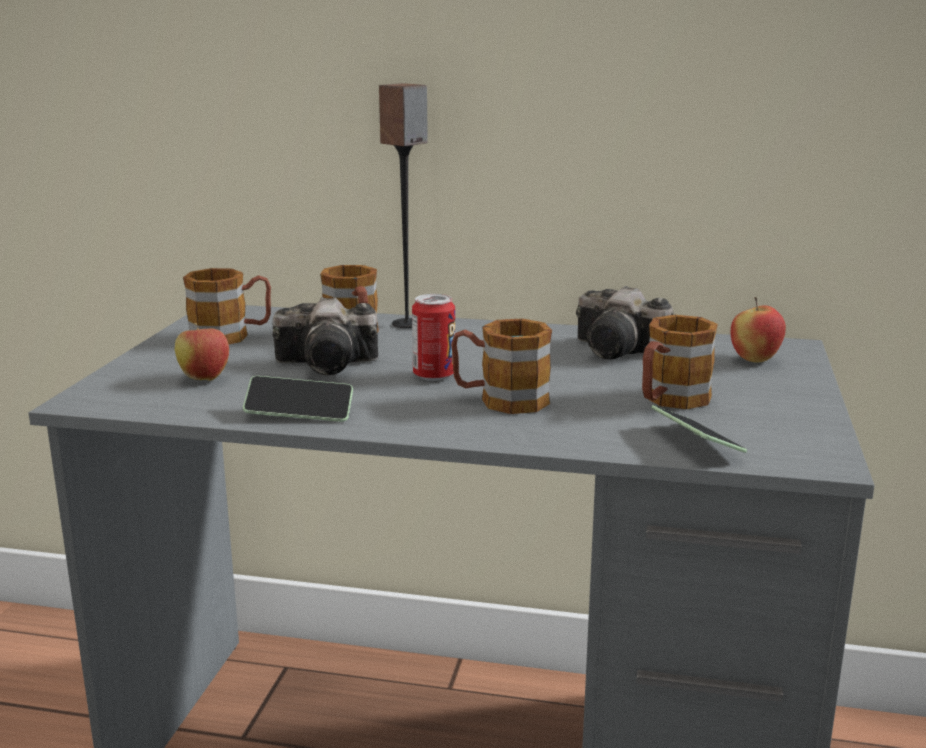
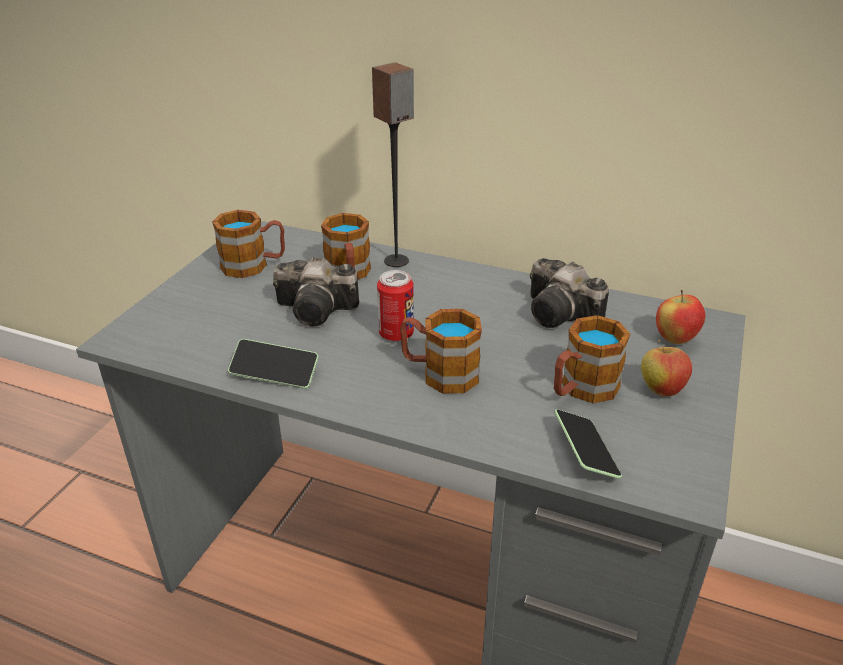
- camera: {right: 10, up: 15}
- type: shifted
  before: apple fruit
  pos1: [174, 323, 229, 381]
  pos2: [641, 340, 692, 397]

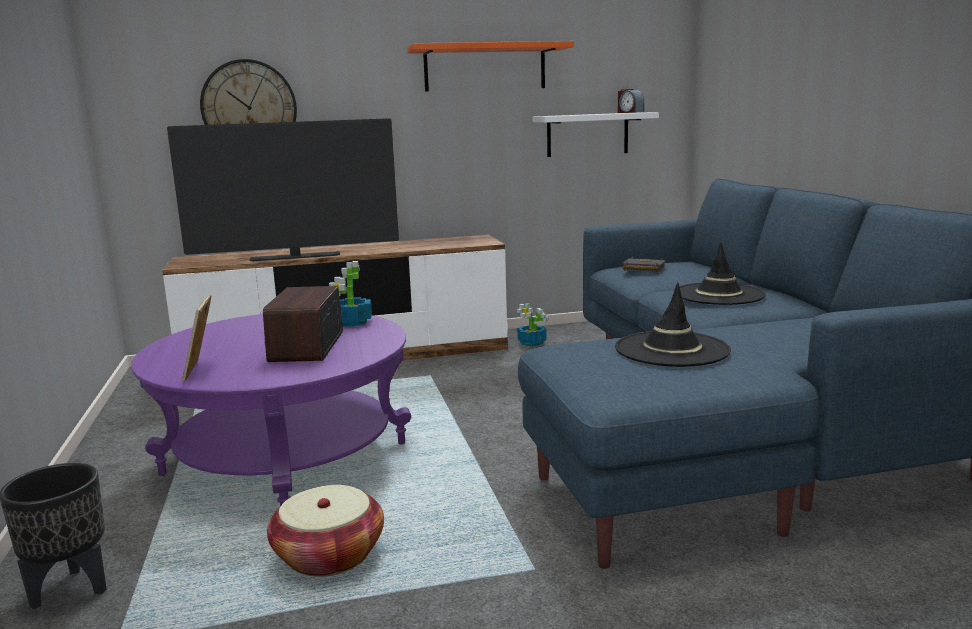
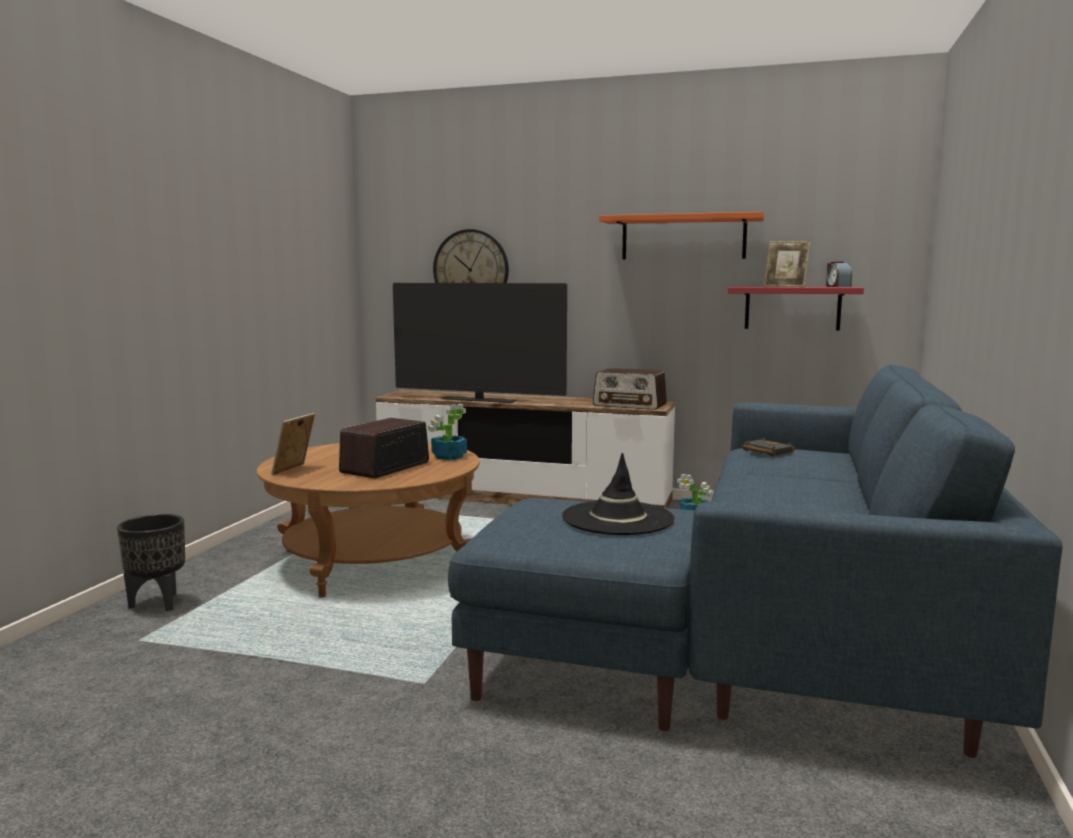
- camera: {right: 30, up: -5}
- type: repainted
  before: bracket shelf (white-coloured)
  after: bracket shelf (red-coloured)
  pos1: [533, 112, 659, 157]
  pos2: [728, 287, 864, 330]
- type: gone
  before: wearable hat (black-coloured)
  pos1: [673, 242, 766, 305]
- type: repainted
  before: lounge table (purplish)
  after: lounge table (brownish)
  pos1: [131, 314, 411, 506]
  pos2: [257, 442, 480, 598]
- type: gone
  before: storage basket
  pos1: [267, 485, 384, 577]
- type: new
  after: picture frame
  pos2: [764, 241, 811, 287]
- type: new
  after: radio set
  pos2: [593, 368, 667, 410]

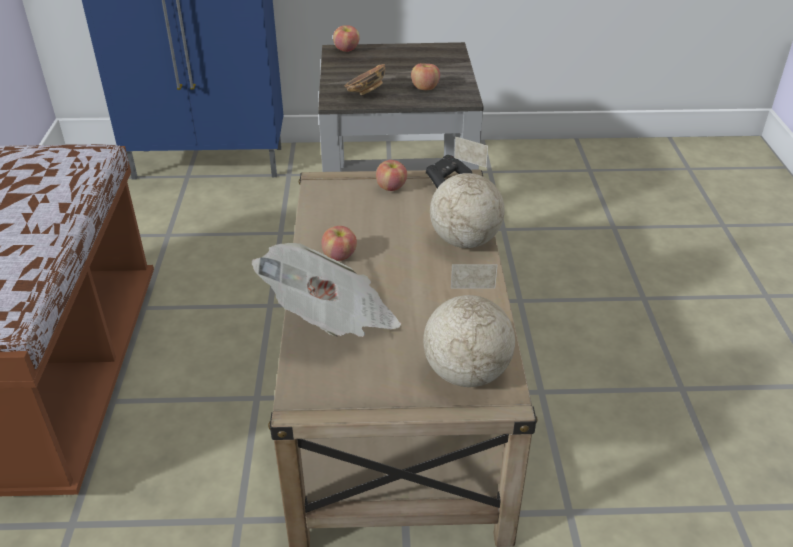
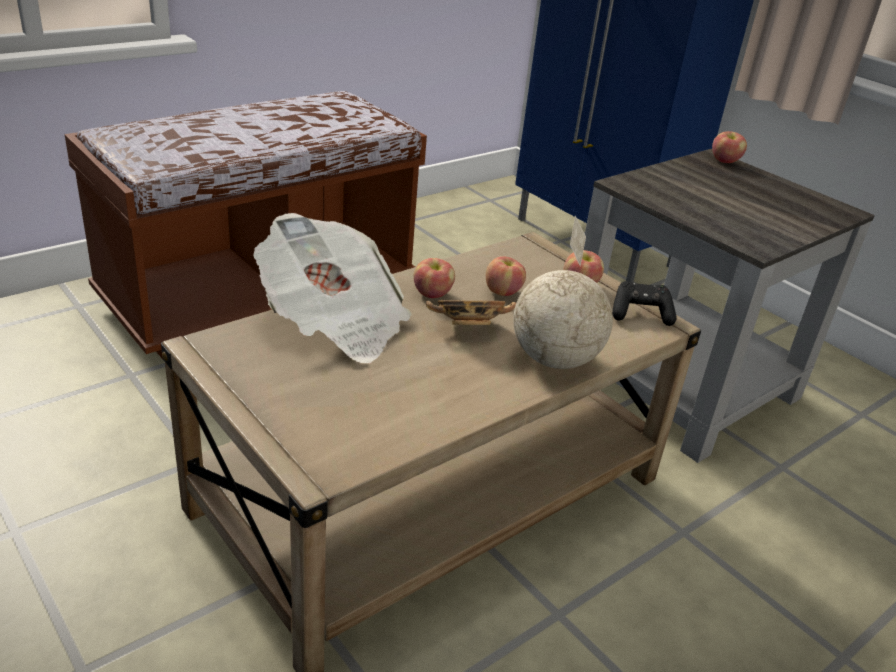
- camera: {right: 50, up: -5}
- type: shifted
  before: apple fruit
  pos1: [411, 63, 440, 90]
  pos2: [486, 256, 526, 296]
- type: shifted
  before: deep dish
  pos1: [345, 64, 385, 95]
  pos2: [426, 300, 516, 325]
- type: gone
  before: desk globe
  pos1: [423, 264, 515, 387]

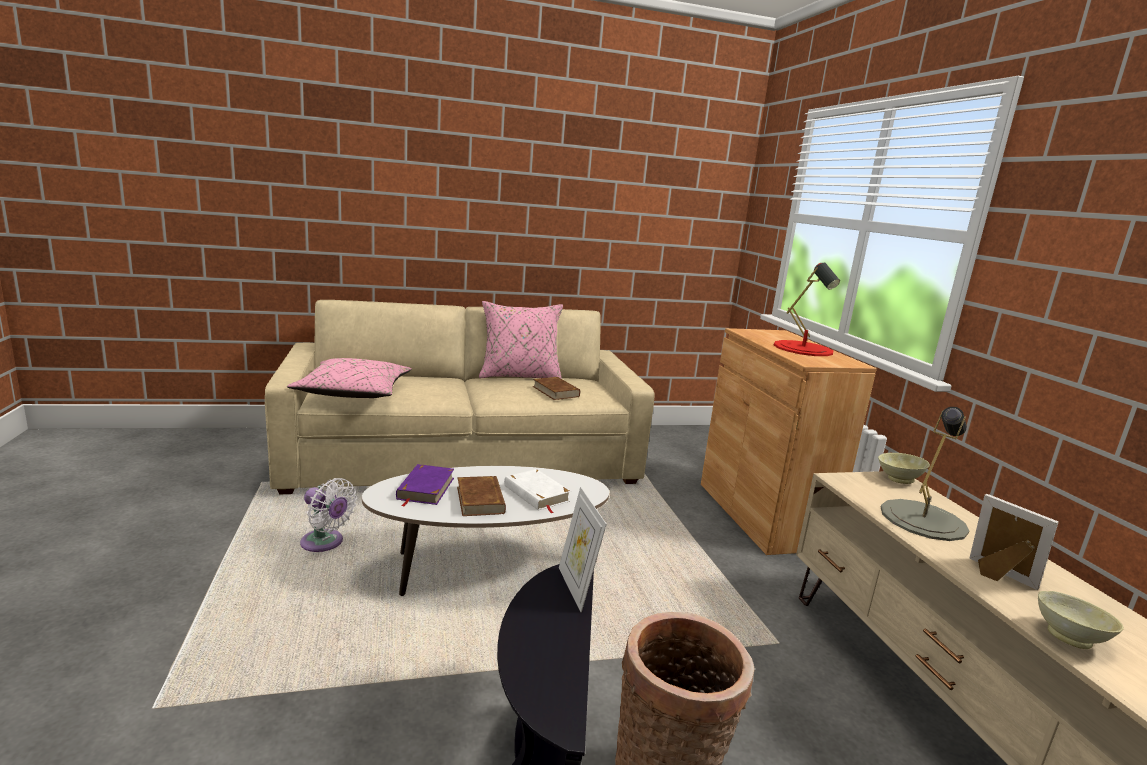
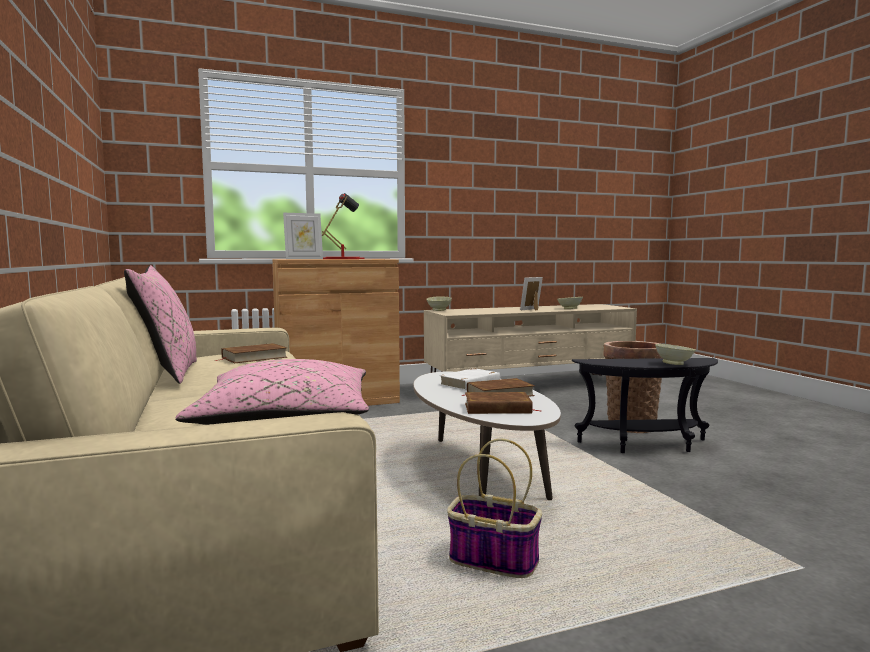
- camera: {right: -95, up: -10}
- type: gone
  before: lamp for a table (gray)
  pos1: [881, 407, 969, 541]
- type: repainted
  before: volume (purplish)
  after: volume (brownish)
  pos1: [396, 464, 454, 507]
  pos2: [465, 392, 542, 414]
- type: swapped
  before: electric fan (white-coloured)
  after: storage basket
  pos1: [300, 478, 357, 552]
  pos2: [447, 439, 542, 578]
- type: shifted
  before: picture frame
  pos1: [559, 487, 607, 612]
  pos2: [283, 213, 323, 259]
- type: new
  after: deep dish (sand-coloured)
  pos2: [655, 344, 696, 365]

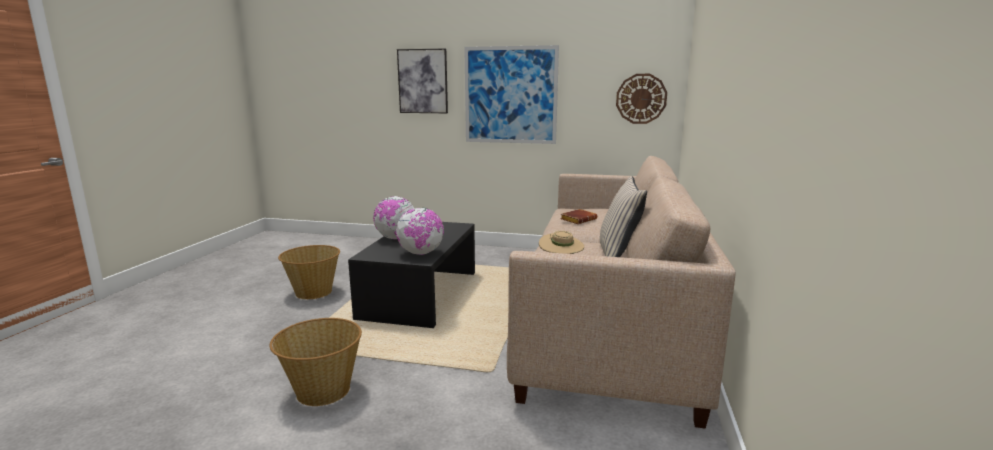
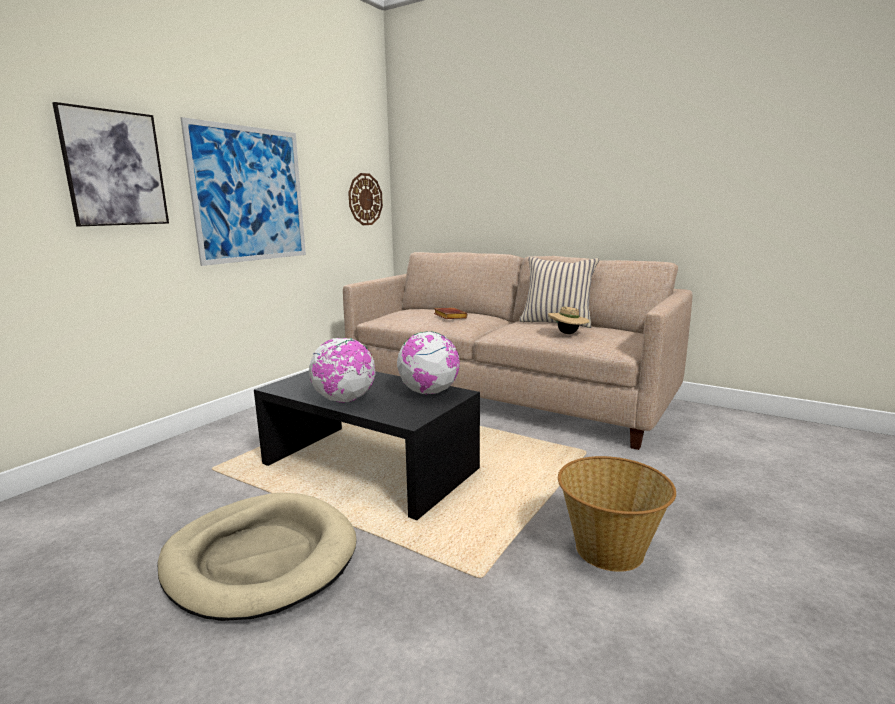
- camera: {right: -70, up: 0}
- type: swapped
  before: storage basket
  after: dog bed (sand-coloured)
  pos1: [278, 245, 340, 299]
  pos2: [157, 493, 356, 621]

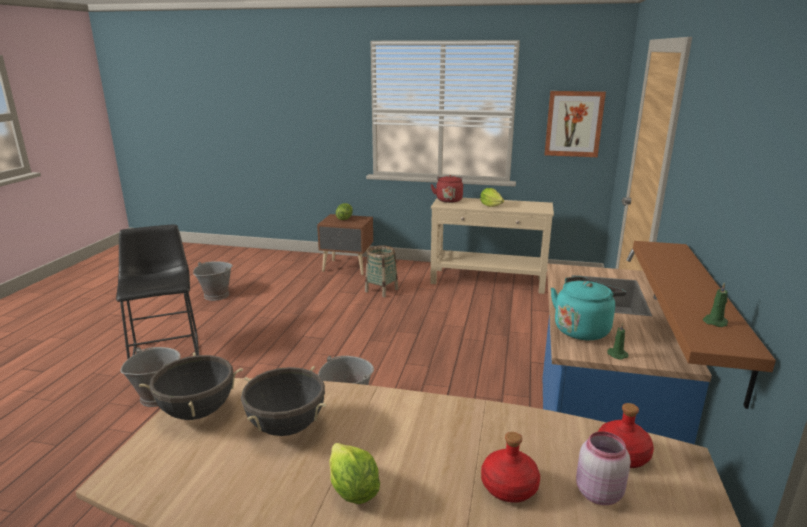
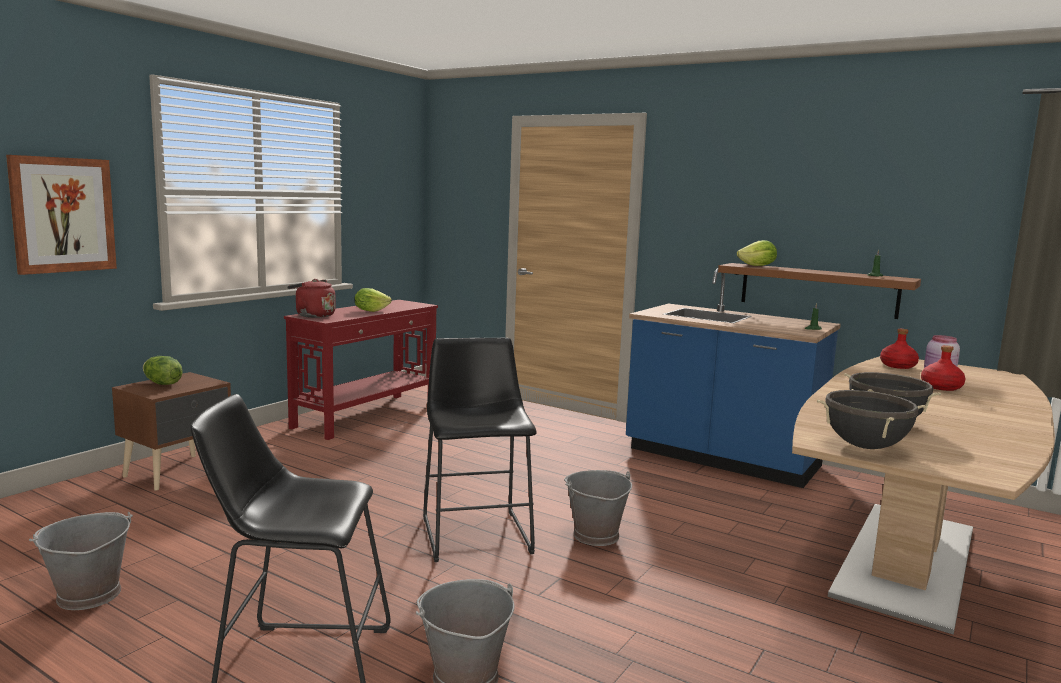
- camera: {right: -70, up: -10}
- type: shifted
  before: wall art
  pos1: [544, 91, 606, 157]
  pos2: [6, 155, 117, 275]
- type: repainted
  before: console table (sand-coloured)
  after: console table (red-coloured)
  pos1: [430, 198, 554, 294]
  pos2: [284, 300, 438, 440]
- type: gone
  before: storage basket
  pos1: [365, 245, 398, 297]
- type: gone
  before: kettle (turquoise)
  pos1: [551, 276, 626, 340]
- type: shifted
  before: lettuce head
  pos1: [329, 443, 380, 504]
  pos2: [737, 240, 777, 266]
- type: new
  after: stool seat (black-coloured)
  pos2: [423, 338, 537, 562]

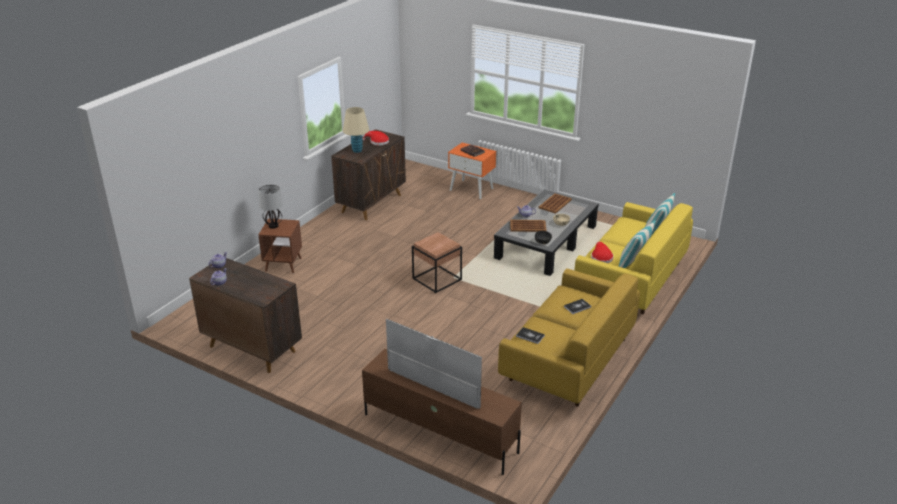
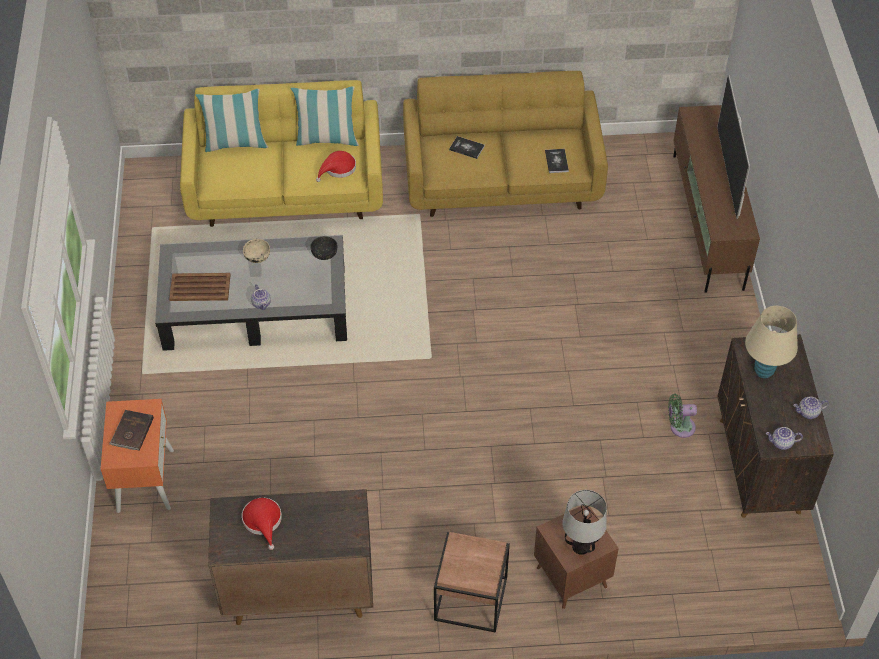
- camera: {right: -125, up: 20}
- type: shifted
  before: lamp for a table (sand-coloured)
  pos1: [343, 107, 369, 153]
  pos2: [745, 306, 798, 378]
- type: gone
  before: serving tray (brownish)
  pos1: [510, 220, 547, 232]
- type: shifted
  before: accent table (brownish)
  pos1: [412, 232, 462, 293]
  pos2: [434, 532, 510, 633]
- type: new
  after: electric fan (green-coloured)
  pos2: [668, 394, 697, 438]

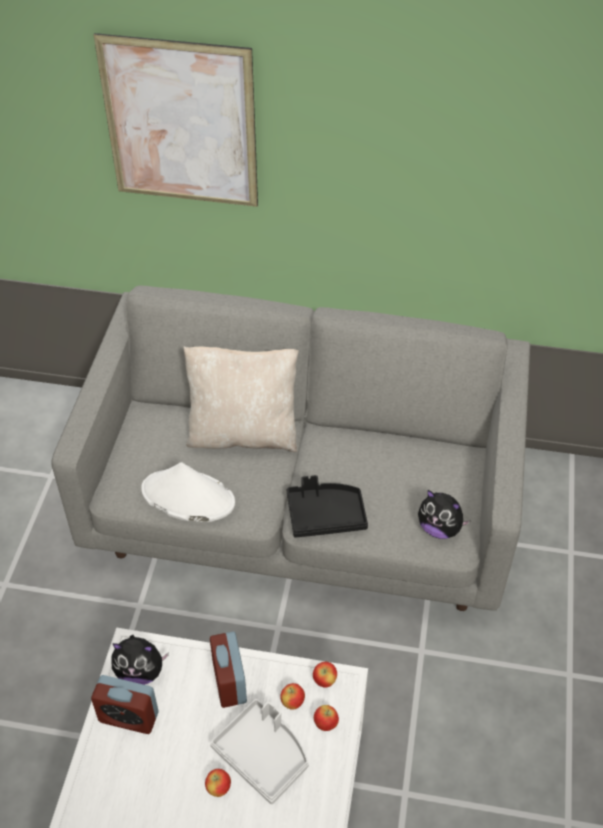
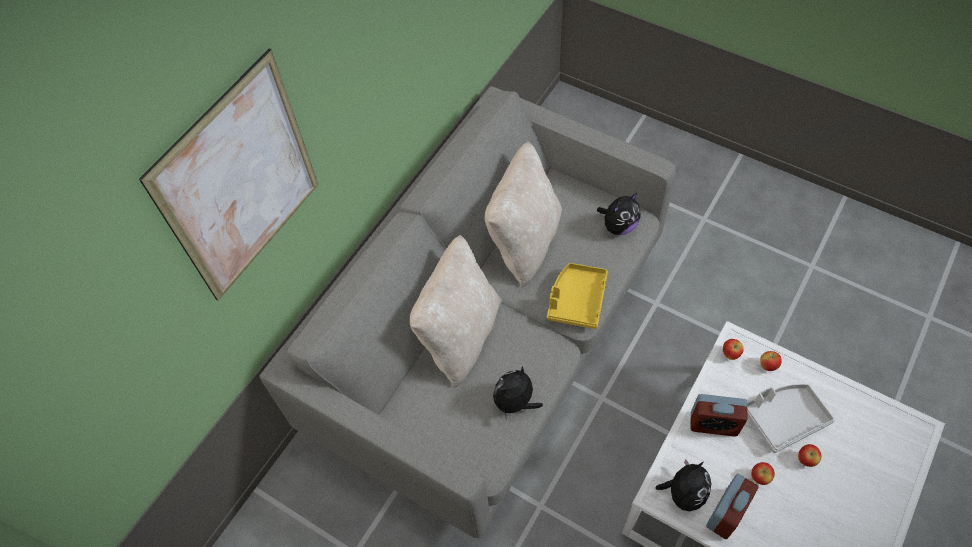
- camera: {right: -65, up: 10}
- type: swapped
  before: wearable hat (white-coloured)
  after: plush toy
  pos1: [141, 462, 235, 522]
  pos2: [493, 366, 543, 420]
- type: repainted
  before: serving tray (black-coloured)
  after: serving tray (yellow-coloured)
  pos1: [286, 475, 368, 538]
  pos2: [547, 263, 608, 329]
- type: shifted
  before: apple fruit
  pos1: [280, 683, 305, 710]
  pos2: [751, 462, 775, 485]
- type: new
  after: pillow (sand-coloured)
  pos2: [485, 141, 563, 288]

